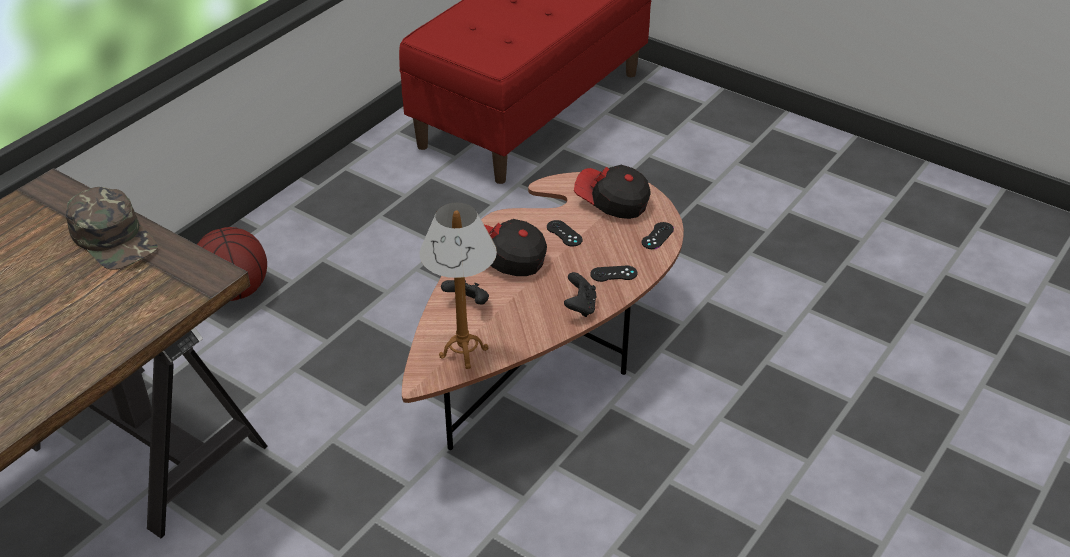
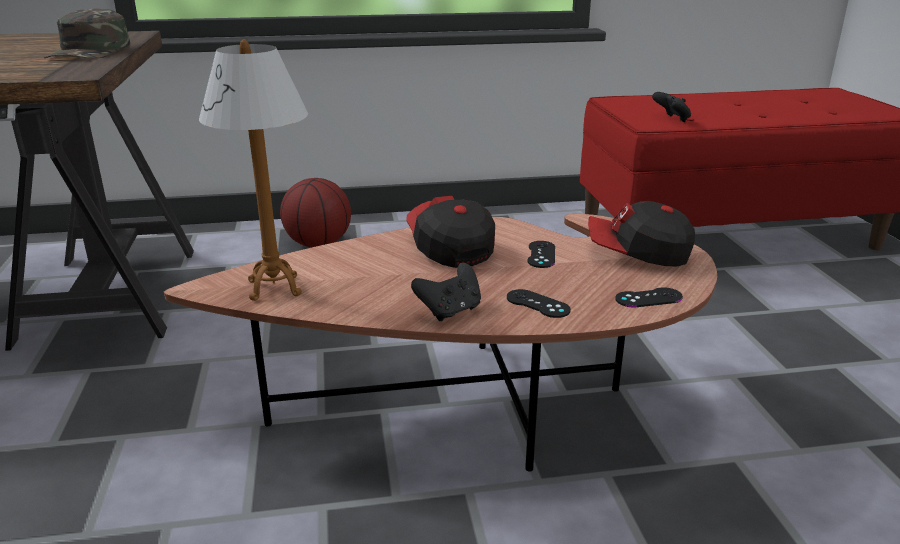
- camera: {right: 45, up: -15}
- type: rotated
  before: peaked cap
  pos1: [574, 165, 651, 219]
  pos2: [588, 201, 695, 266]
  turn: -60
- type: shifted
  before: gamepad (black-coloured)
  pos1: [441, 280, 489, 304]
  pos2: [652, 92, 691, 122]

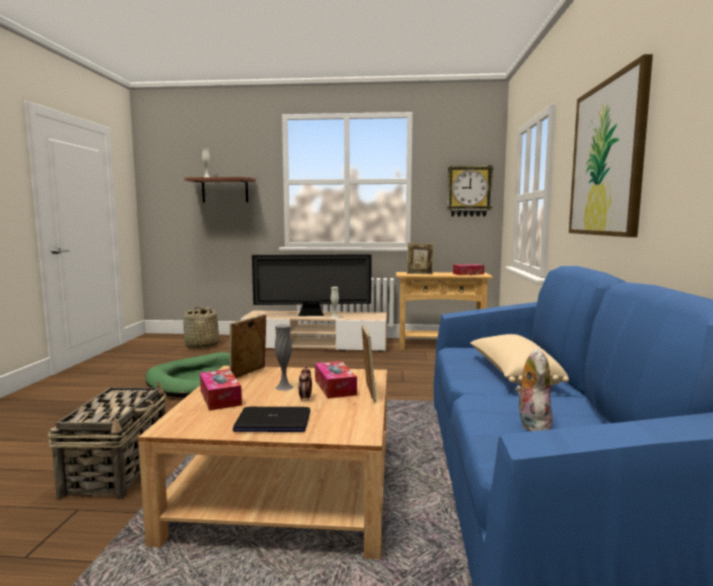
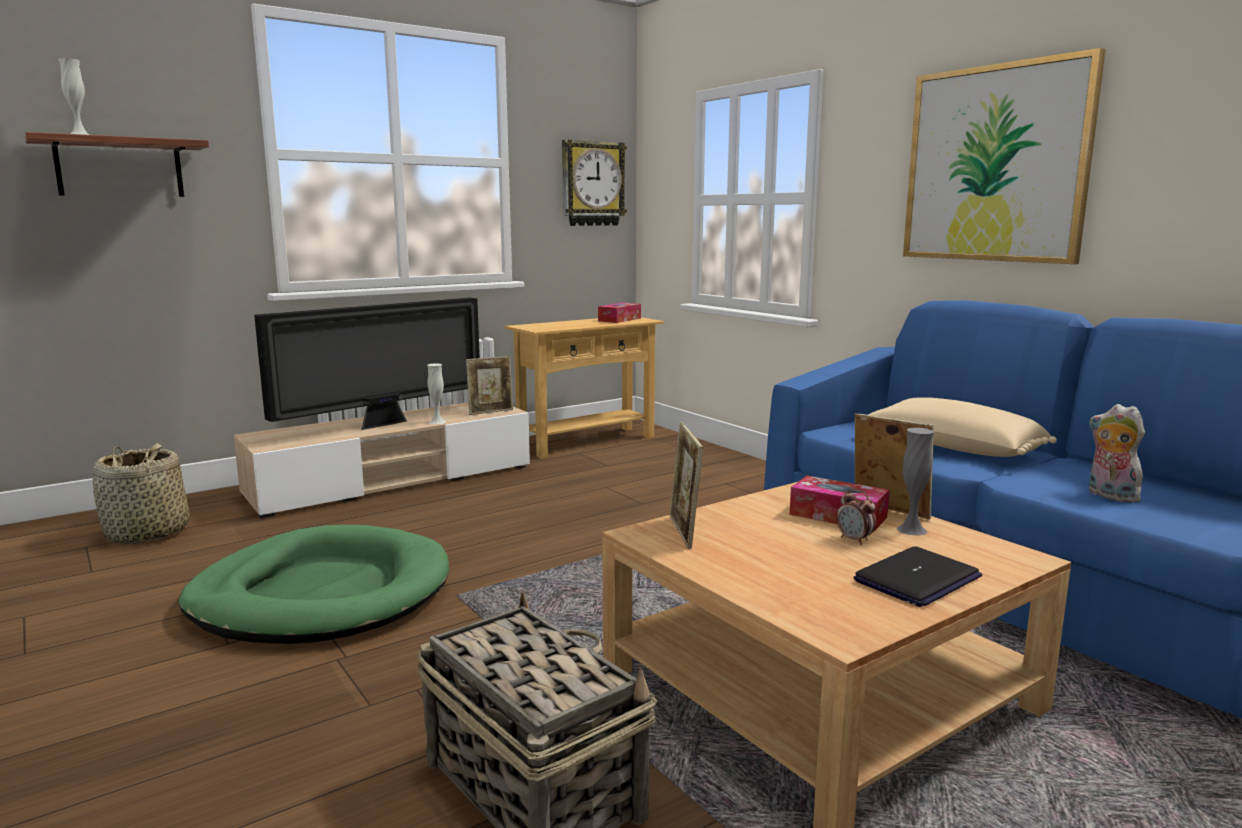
- camera: {right: -40, up: 5}
- type: shifted
  before: picture frame
  pos1: [407, 243, 434, 275]
  pos2: [466, 356, 513, 415]
- type: shifted
  before: vase (gray)
  pos1: [275, 324, 293, 391]
  pos2: [896, 428, 934, 536]
- type: gone
  before: tissue box
  pos1: [200, 369, 242, 411]

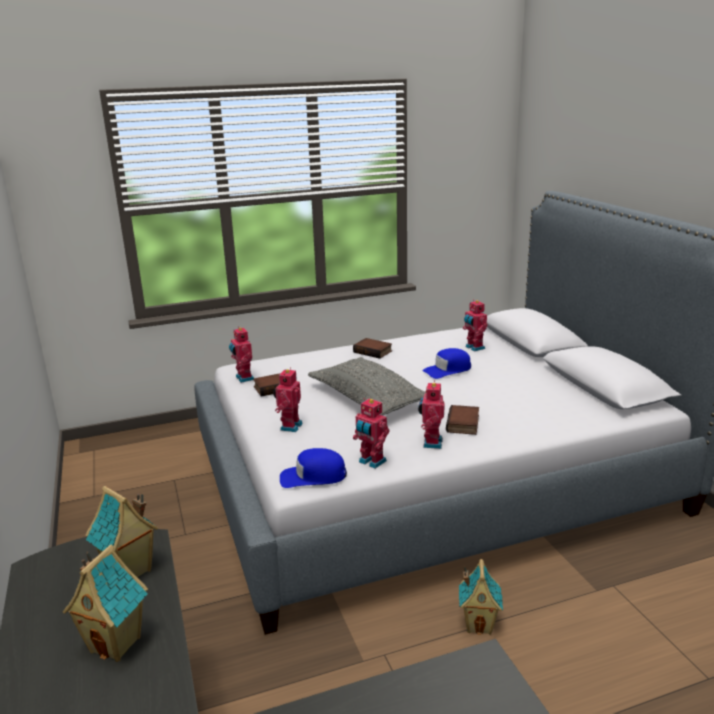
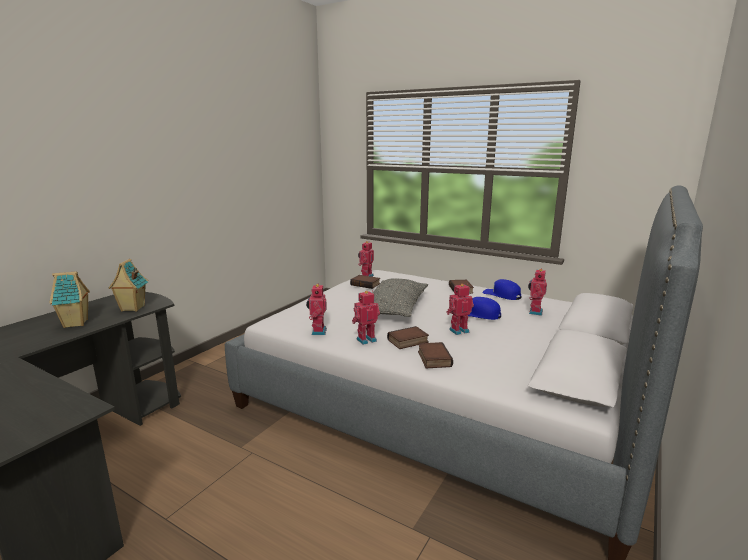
- camera: {right: 50, up: -5}
- type: shifted
  before: robot figure
  pos1: [273, 367, 303, 432]
  pos2: [446, 284, 474, 335]
- type: shifted
  before: peaked cap (bluish)
  pos1: [280, 448, 347, 488]
  pos2: [482, 279, 521, 300]
- type: gone
  before: model house
  pos1: [459, 559, 503, 635]
- type: new
  after: volume
  pos2: [418, 342, 453, 368]

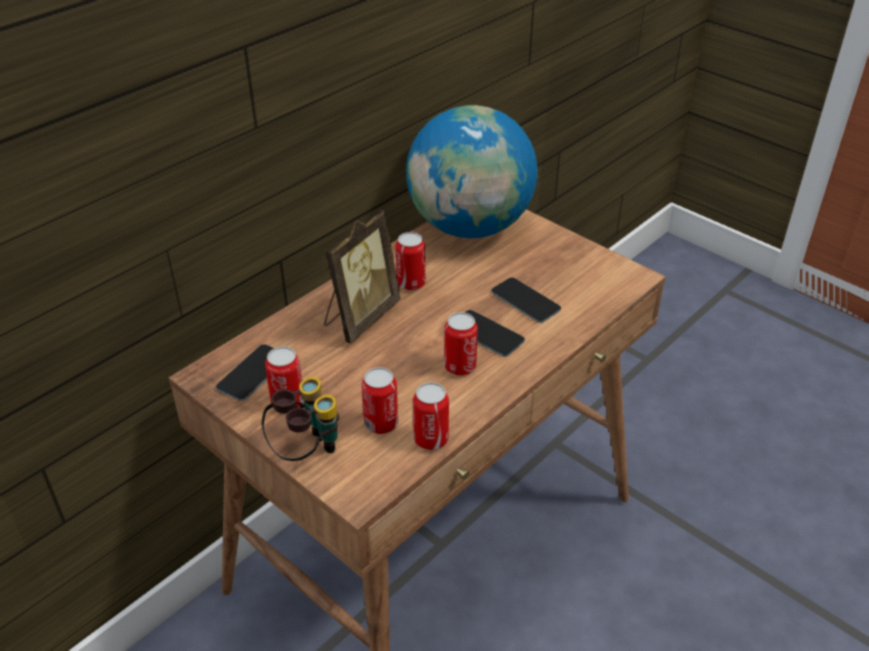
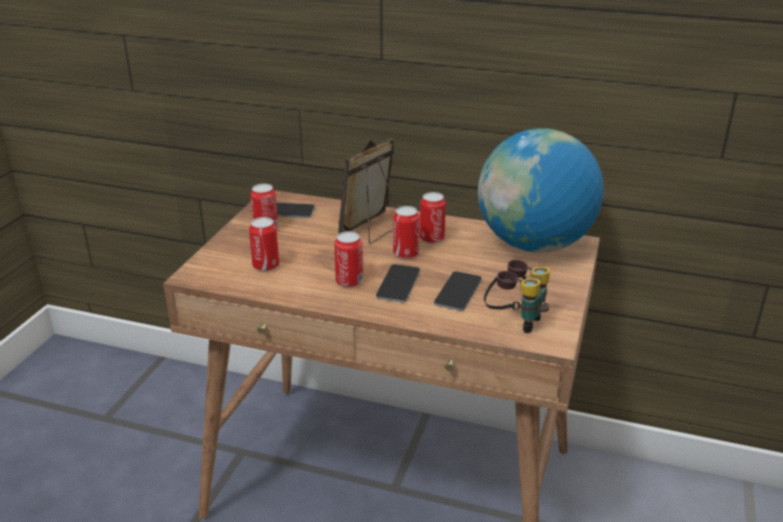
- camera: {right: 65, up: -10}
- type: rotated
  before: picture frame
  pos1: [324, 210, 401, 344]
  pos2: [338, 138, 397, 244]
  turn: 120
- type: shifted
  before: pair of binoculars
  pos1: [262, 377, 339, 461]
  pos2: [484, 260, 550, 333]
- type: shifted
  before: metal can
  pos1: [413, 382, 449, 450]
  pos2: [393, 206, 420, 259]

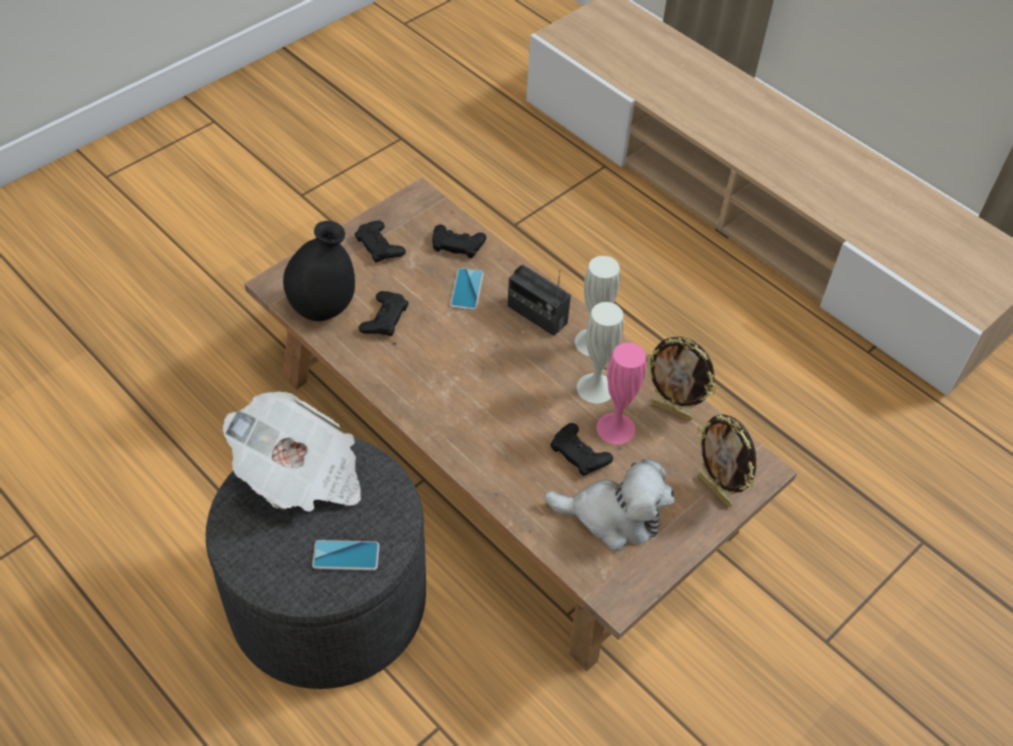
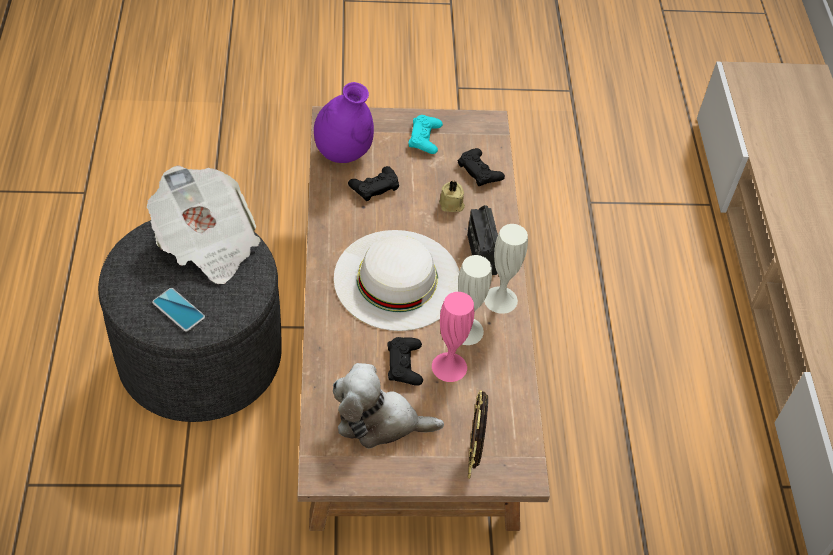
- camera: {right: 40, up: 0}
- type: repainted
  before: gamepad (black-coloured)
  after: gamepad (turquoise)
  pos1: [354, 220, 406, 263]
  pos2: [408, 115, 443, 154]
- type: repainted
  before: vase (black-coloured)
  after: vase (purplish)
  pos1: [283, 221, 355, 321]
  pos2: [314, 82, 374, 163]
- type: swapped
  before: telephone
  after: wax light (sand-coloured)
  pos1: [450, 268, 484, 310]
  pos2: [439, 181, 465, 212]
- type: gone
  before: picture frame
  pos1: [646, 336, 717, 421]
- type: rotated
  before: plush toy
  pos1: [544, 458, 675, 551]
  pos2: [333, 363, 444, 449]
  turn: 135
- type: new
  after: wearable hat (white-coloured)
  pos2: [334, 230, 459, 331]

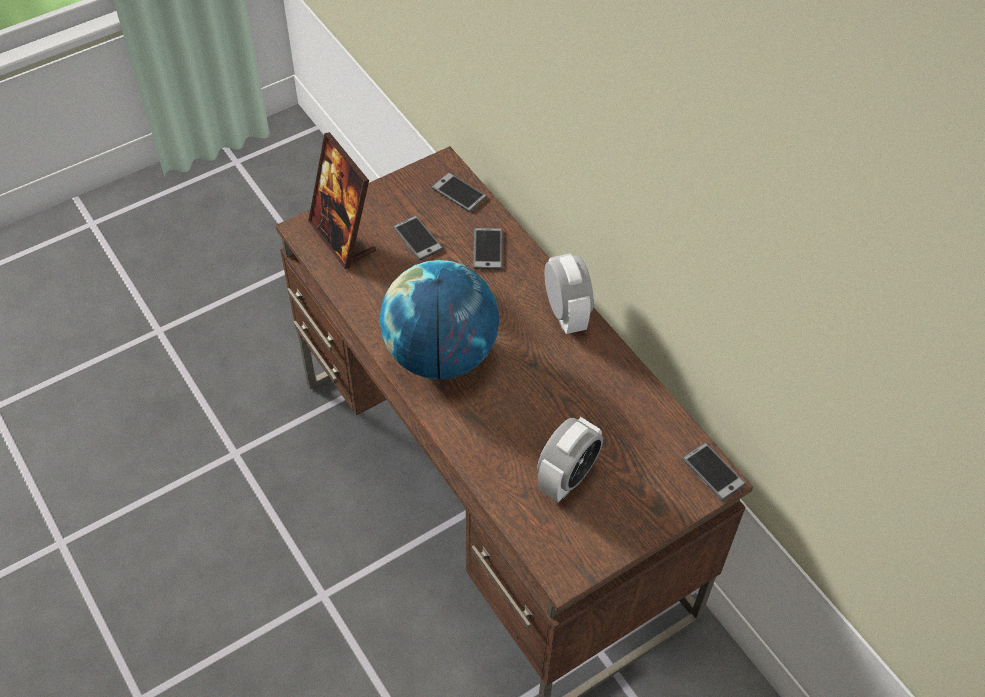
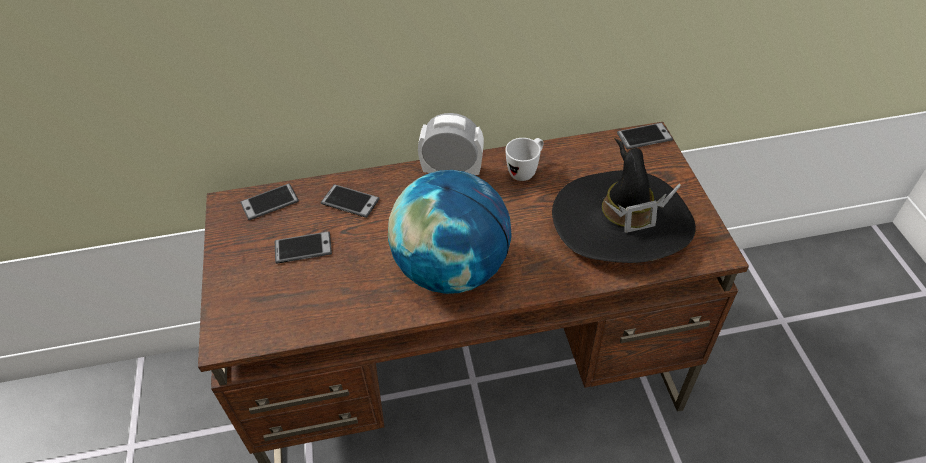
- camera: {right: -65, up: -5}
- type: gone
  before: picture frame
  pos1: [308, 132, 376, 269]
- type: swapped
  before: bedside clock
  after: wearable hat (black-coloured)
  pos1: [537, 417, 603, 502]
  pos2: [552, 138, 696, 263]
- type: new
  after: tea mug (white-coloured)
  pos2: [505, 138, 544, 181]

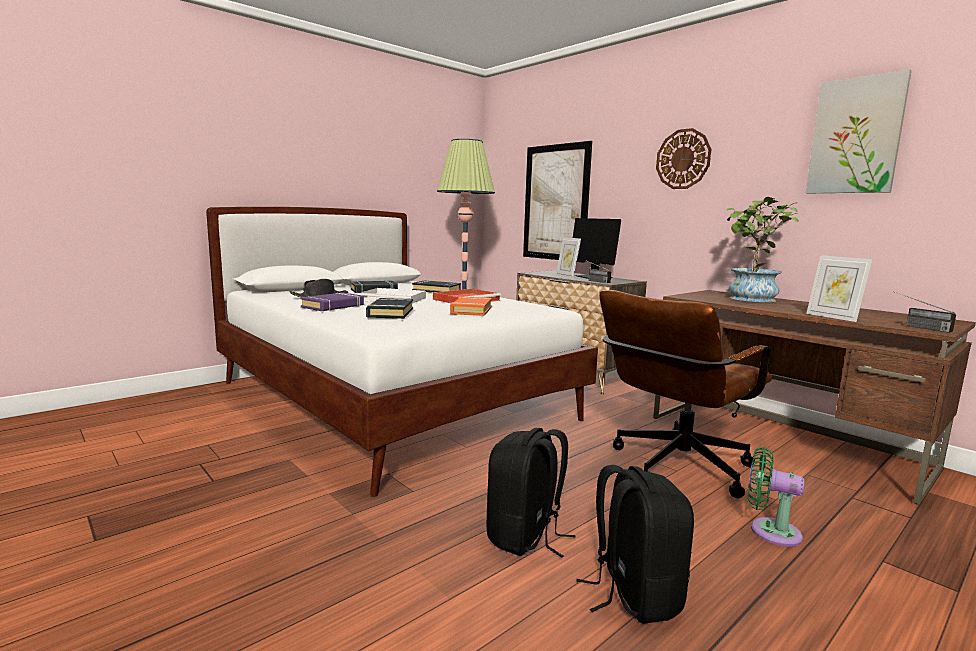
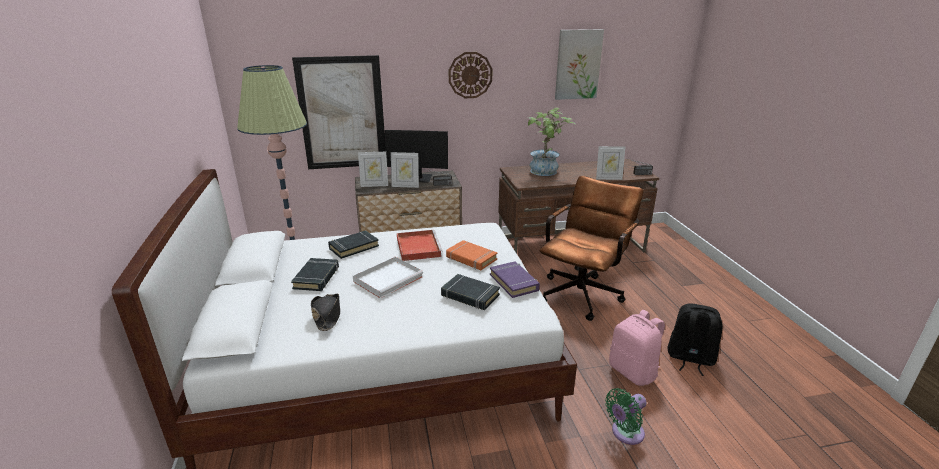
- camera: {right: -60, up: 15}
- type: rotated
  before: computer chair (brownish)
  pos1: [599, 290, 773, 498]
  pos2: [539, 176, 644, 321]
  turn: -135
- type: shifted
  before: volume (purplish)
  pos1: [300, 292, 364, 311]
  pos2: [490, 261, 540, 298]
- type: repainted
  before: rucksack (black-coloured)
  after: rucksack (pink)
  pos1: [486, 428, 576, 558]
  pos2: [609, 310, 665, 386]
- type: shifted
  before: electric fan (green-coloured)
  pos1: [748, 447, 805, 547]
  pos2: [605, 388, 647, 445]
- type: new
  after: picture frame
  pos2: [358, 152, 388, 187]

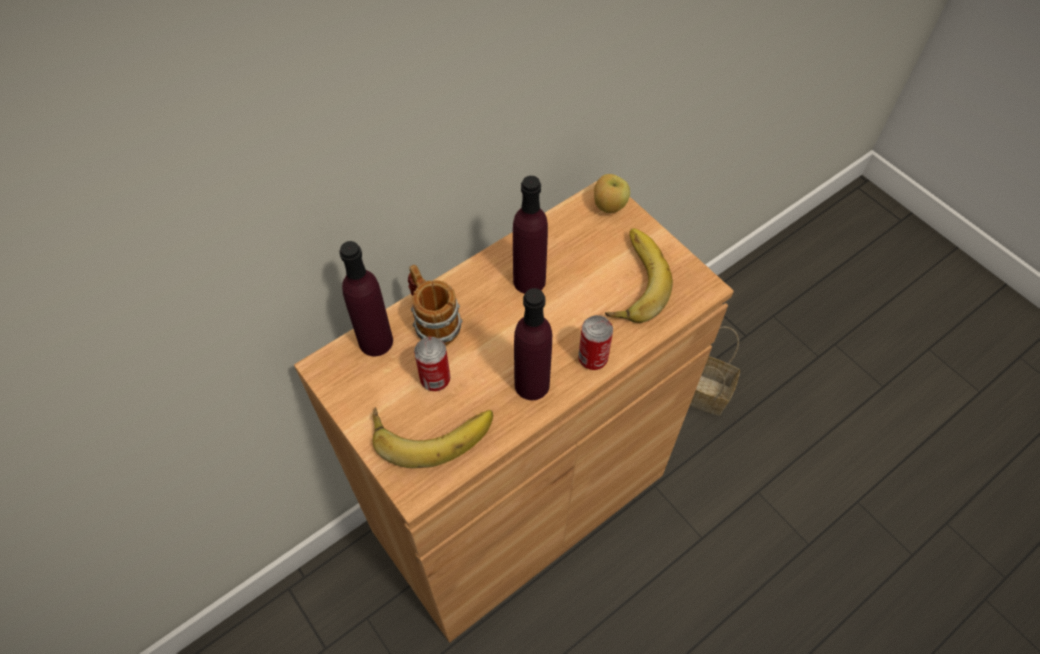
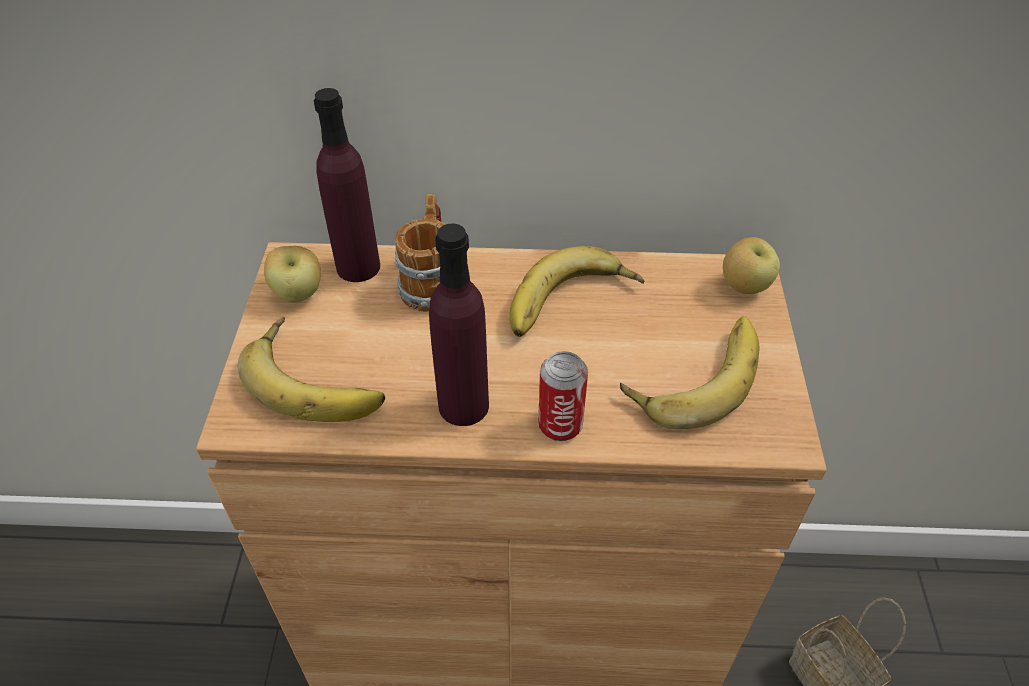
- camera: {right: 40, up: -10}
- type: swapped
  before: beverage bottle (purplish)
  after: banana
  pos1: [513, 176, 548, 294]
  pos2: [509, 246, 645, 337]
- type: gone
  before: metal can
  pos1: [414, 337, 450, 391]
- type: new
  after: apple fruit
  pos2: [264, 246, 321, 303]

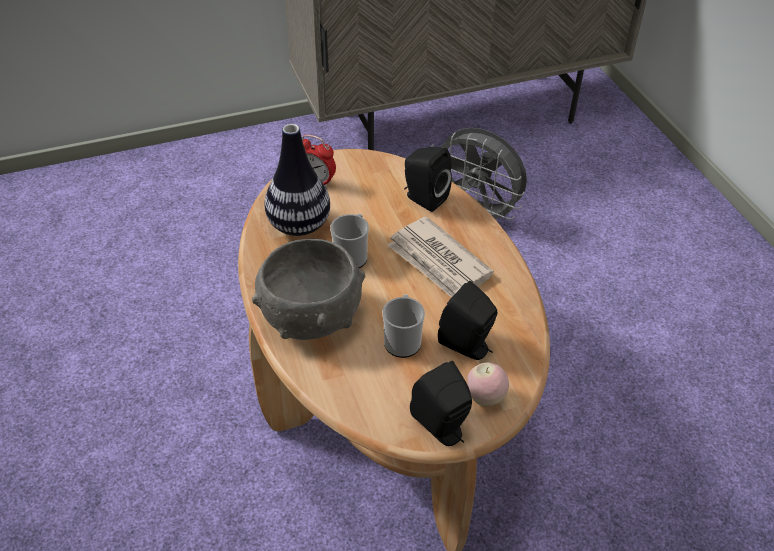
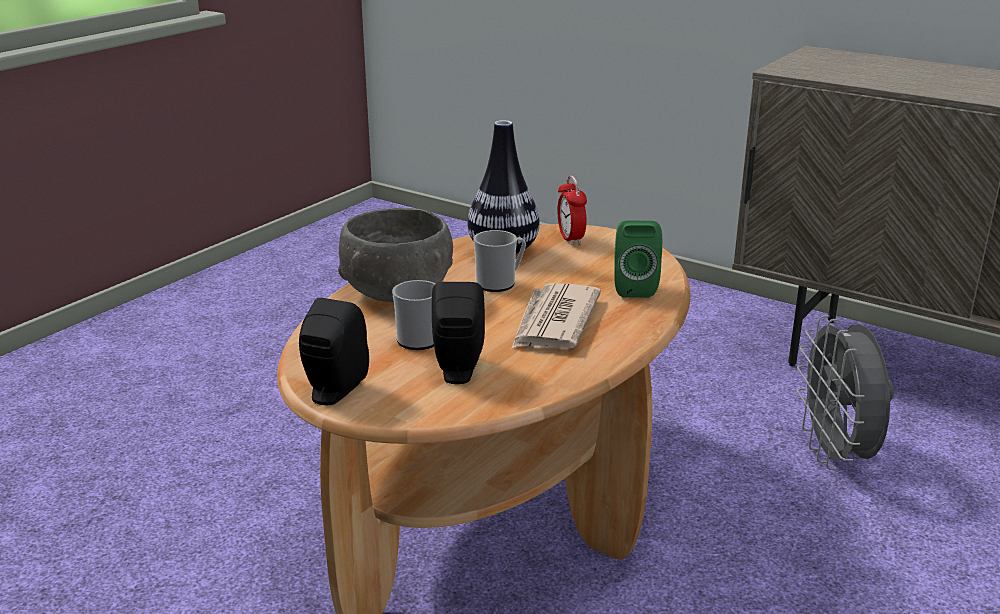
- camera: {right: 55, up: -20}
- type: repainted
  before: loudspeaker (black-coloured)
  after: loudspeaker (green-coloured)
  pos1: [404, 147, 452, 212]
  pos2: [614, 220, 662, 298]
- type: gone
  before: apple fruit
  pos1: [467, 362, 509, 406]

